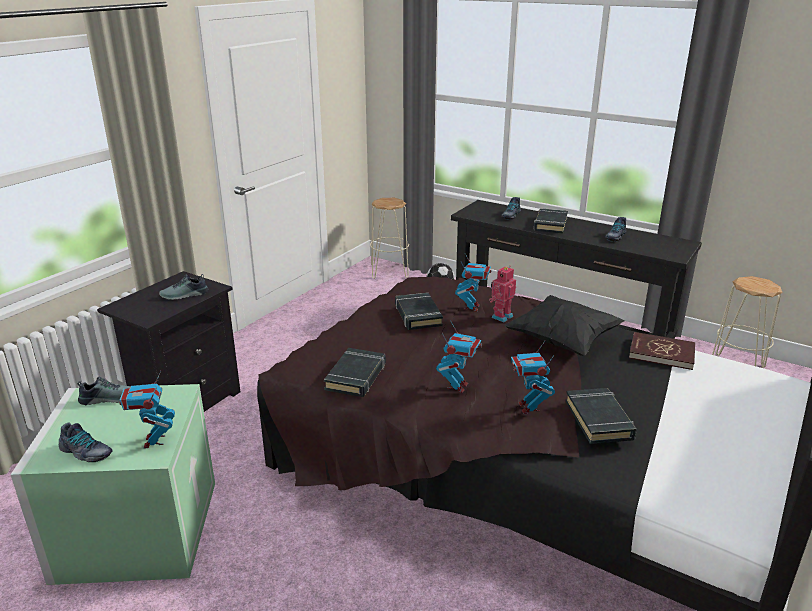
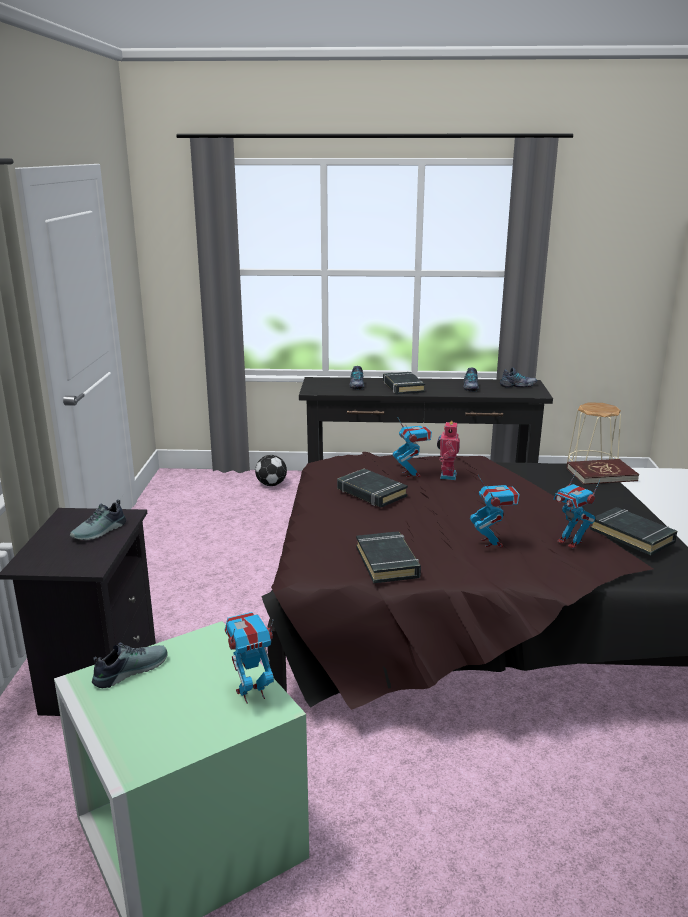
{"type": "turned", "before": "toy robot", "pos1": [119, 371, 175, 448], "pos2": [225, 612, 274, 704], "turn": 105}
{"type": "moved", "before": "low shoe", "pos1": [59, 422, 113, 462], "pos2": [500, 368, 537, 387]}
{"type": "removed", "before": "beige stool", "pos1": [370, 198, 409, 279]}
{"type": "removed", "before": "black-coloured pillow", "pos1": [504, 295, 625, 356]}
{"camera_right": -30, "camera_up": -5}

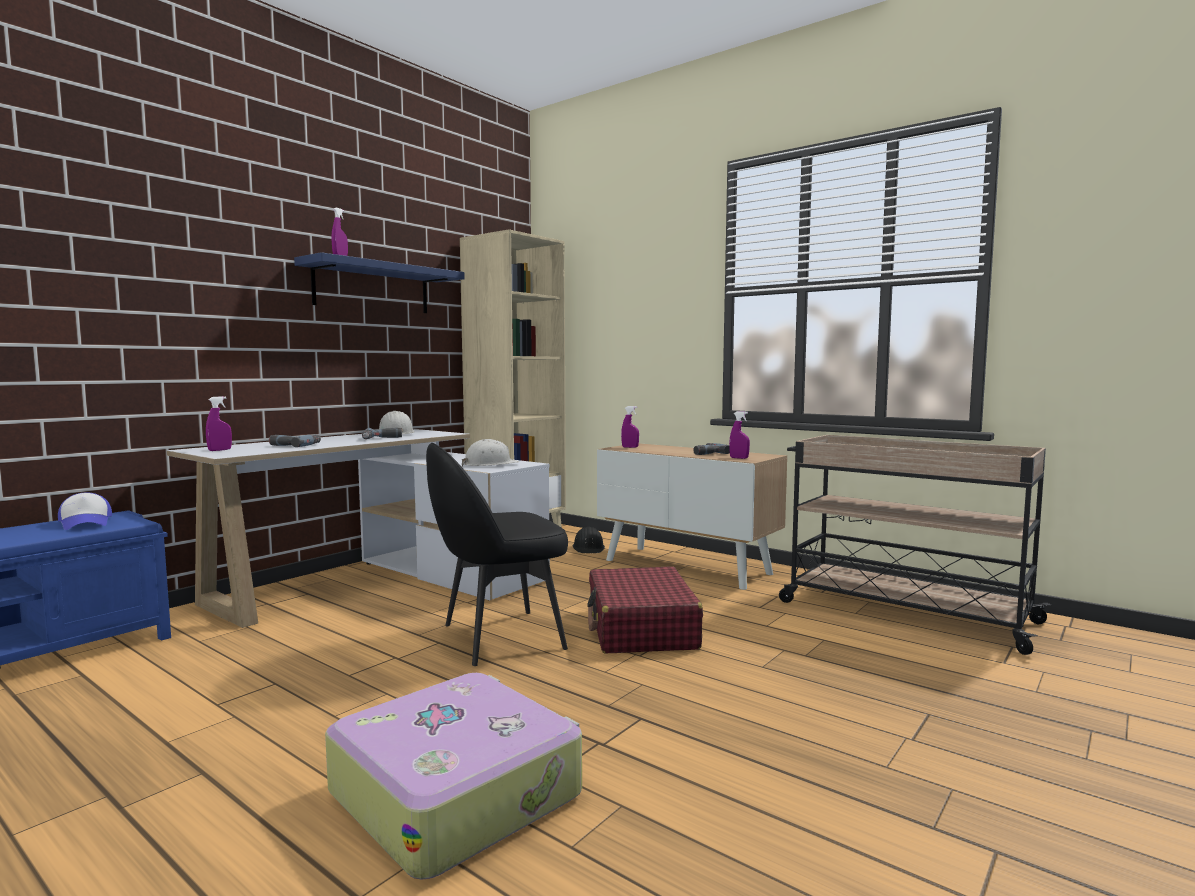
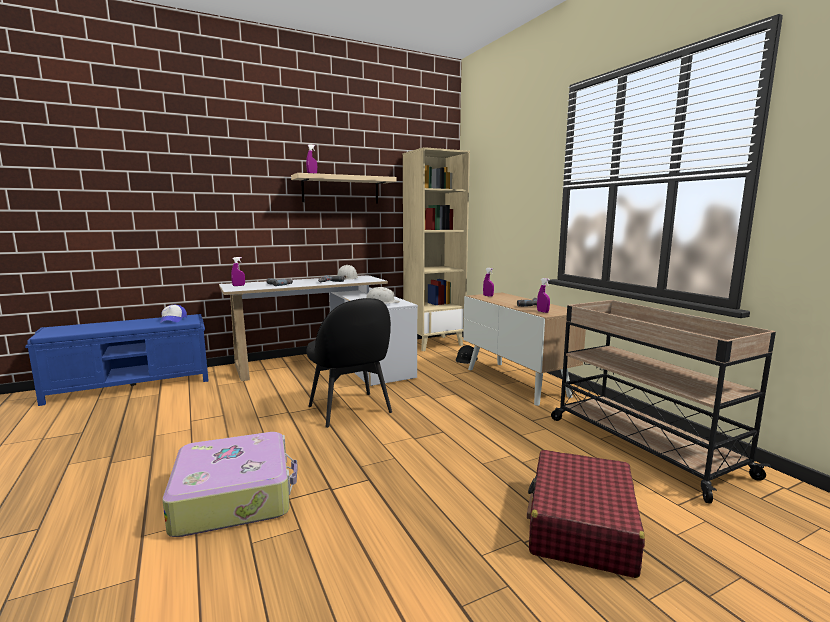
{"type": "recoloured", "before": "bluish shelf", "after": "beige shelf", "pos1": [294, 252, 465, 313], "pos2": [291, 173, 396, 203]}
{"type": "turned", "before": "black-coloured chair", "pos1": [426, 443, 568, 666], "pos2": [306, 298, 392, 428], "turn": -120}
{"type": "moved", "before": "red-coloured suitcase", "pos1": [588, 567, 703, 653], "pos2": [527, 450, 645, 578]}
{"camera_right": 25, "camera_up": 5}

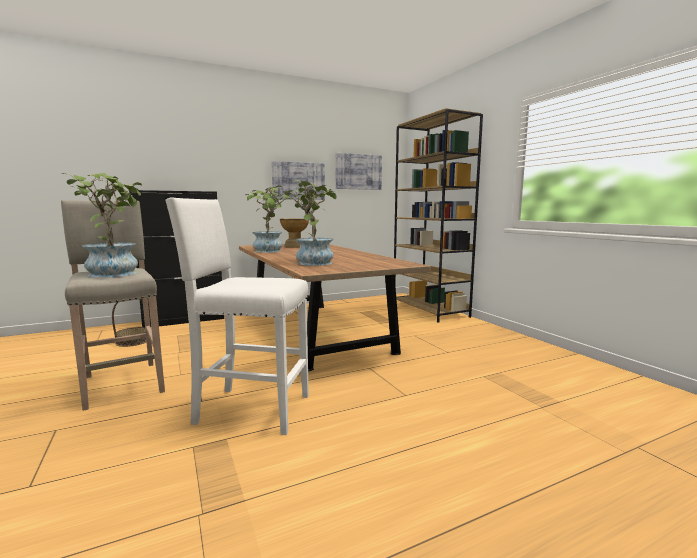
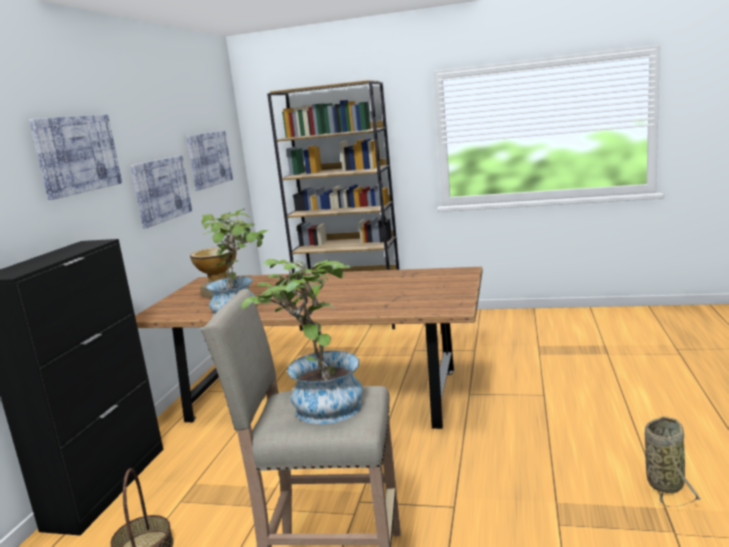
{"type": "added", "after": "wall art", "pos2": [29, 114, 122, 200]}
{"type": "added", "after": "storage basket", "pos2": [645, 416, 701, 507]}
{"type": "removed", "before": "white stool", "pos1": [165, 197, 309, 435]}
{"type": "removed", "before": "potted plant", "pos1": [282, 180, 339, 266]}
{"camera_right": -50, "camera_up": 5}

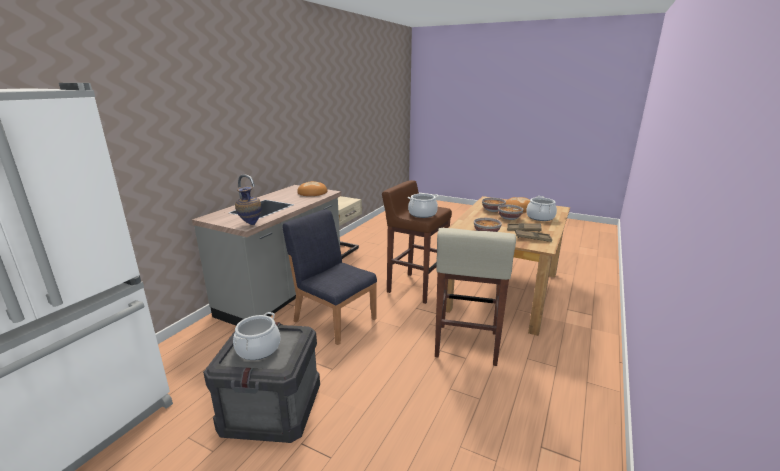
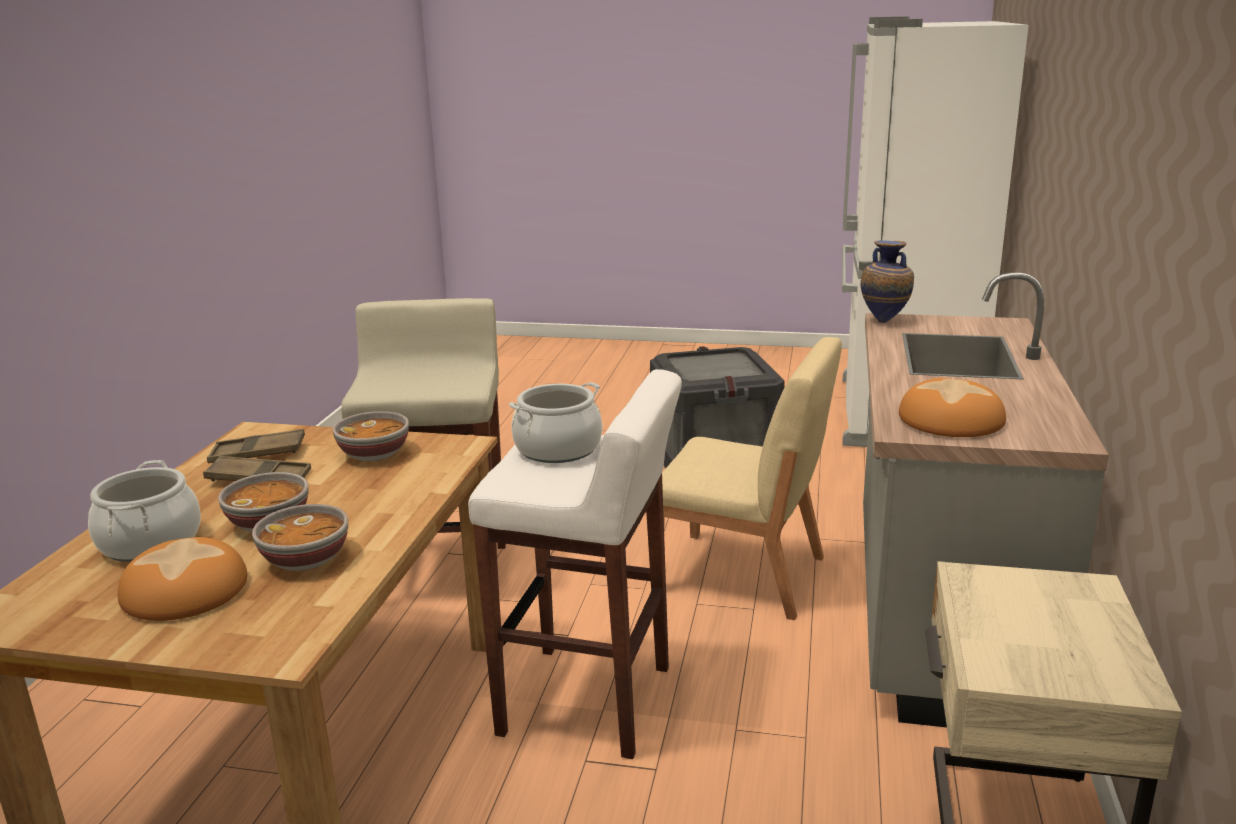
{"type": "recoloured", "before": "brownish stool", "after": "white stool", "pos1": [382, 180, 452, 304], "pos2": [468, 369, 682, 759]}
{"type": "recoloured", "before": "bluish chair", "after": "beige chair", "pos1": [282, 209, 377, 345], "pos2": [662, 337, 842, 620]}
{"type": "removed", "before": "saucepot", "pos1": [233, 312, 280, 360]}
{"camera_right": 165, "camera_up": 0}

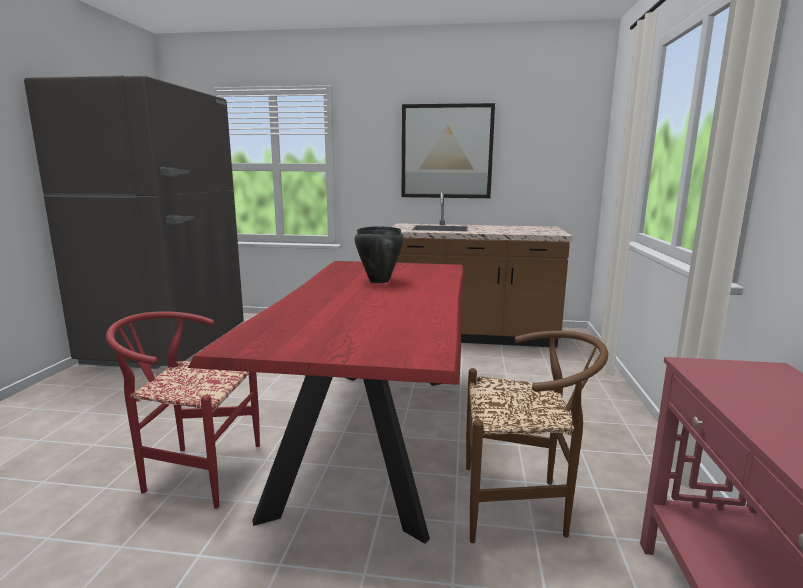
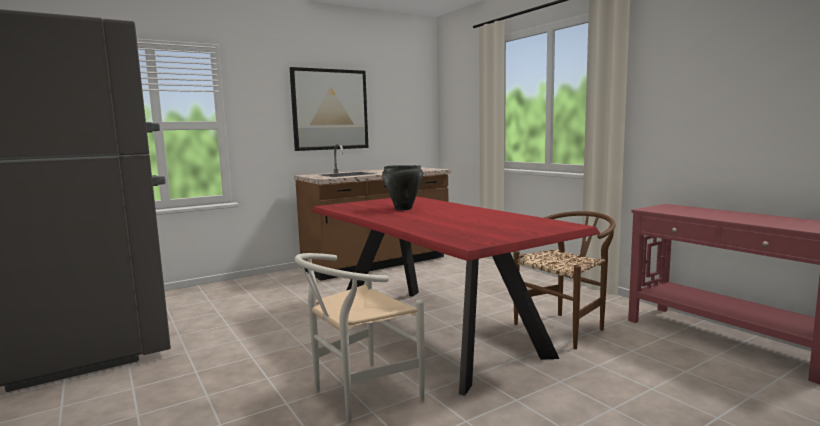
{"type": "recoloured", "before": "red-coloured chair", "after": "white chair", "pos1": [106, 311, 260, 509], "pos2": [295, 253, 425, 422]}
{"camera_right": -40, "camera_up": -5}

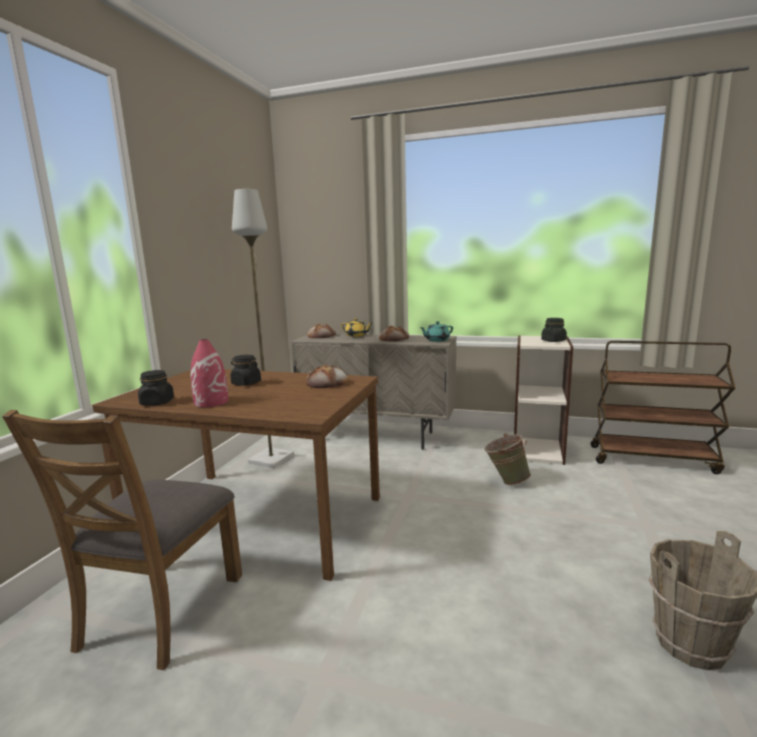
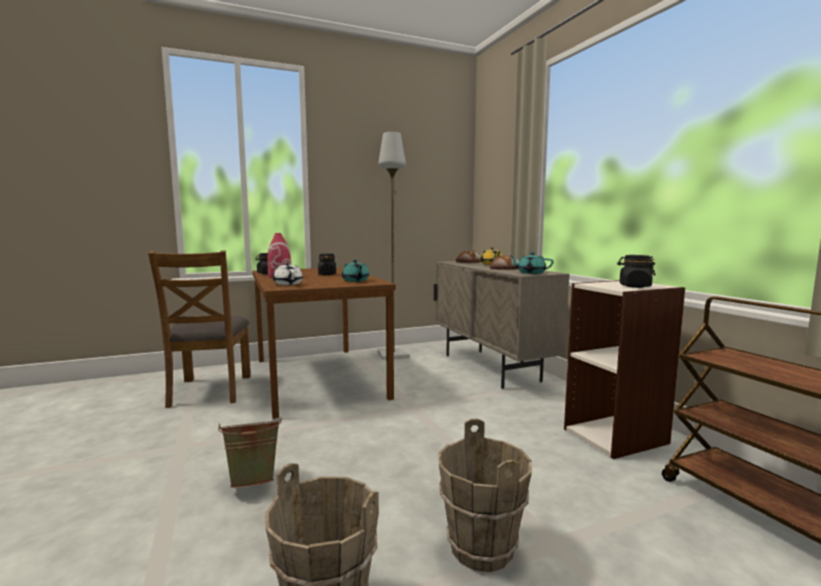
{"type": "turned", "before": "brownish chair", "pos1": [2, 410, 242, 670], "pos2": [148, 250, 251, 408], "turn": -75}
{"type": "moved", "before": "green water bucket", "pos1": [484, 433, 531, 485], "pos2": [218, 416, 282, 488]}
{"type": "added", "after": "white teapot", "pos2": [273, 262, 303, 285]}
{"type": "replaced", "before": "bakery bread", "after": "turquoise-coloured teapot", "pos1": [306, 364, 348, 388], "pos2": [342, 259, 369, 282]}
{"type": "added", "after": "brownish water bucket", "pos2": [438, 419, 532, 572]}
{"camera_right": 50, "camera_up": -5}

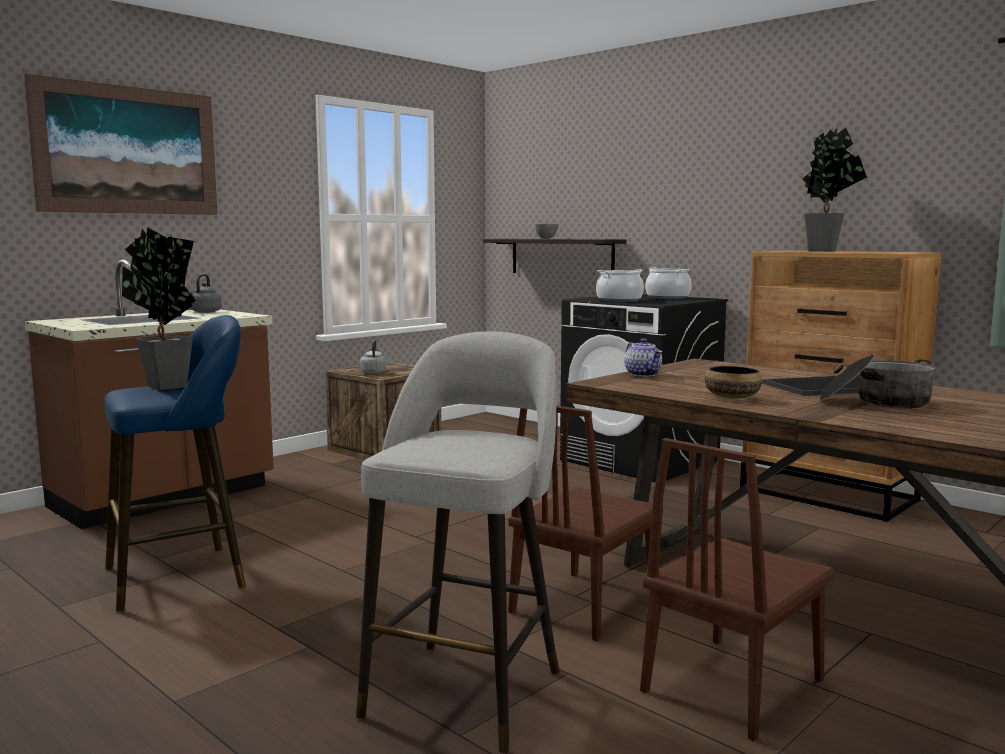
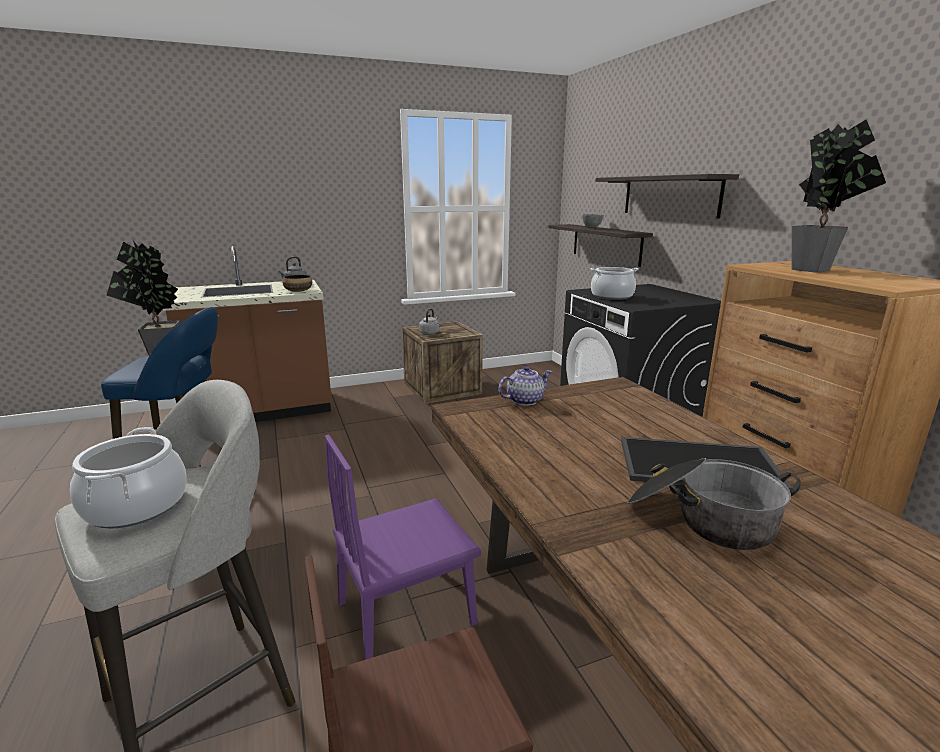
{"type": "moved", "before": "saucepot", "pos1": [645, 267, 691, 299], "pos2": [70, 427, 187, 528]}
{"type": "moved", "before": "bowl", "pos1": [705, 366, 762, 399], "pos2": [282, 275, 312, 292]}
{"type": "recoloured", "before": "brownish chair", "after": "purple-coloured chair", "pos1": [508, 406, 663, 641], "pos2": [325, 434, 481, 660]}
{"type": "turned", "before": "teapot", "pos1": [625, 338, 662, 377], "pos2": [498, 366, 552, 406], "turn": -120}
{"type": "added", "after": "shelf", "pos2": [596, 174, 739, 219]}
{"type": "removed", "before": "wall art", "pos1": [24, 74, 218, 215]}
{"camera_right": 25, "camera_up": 10}

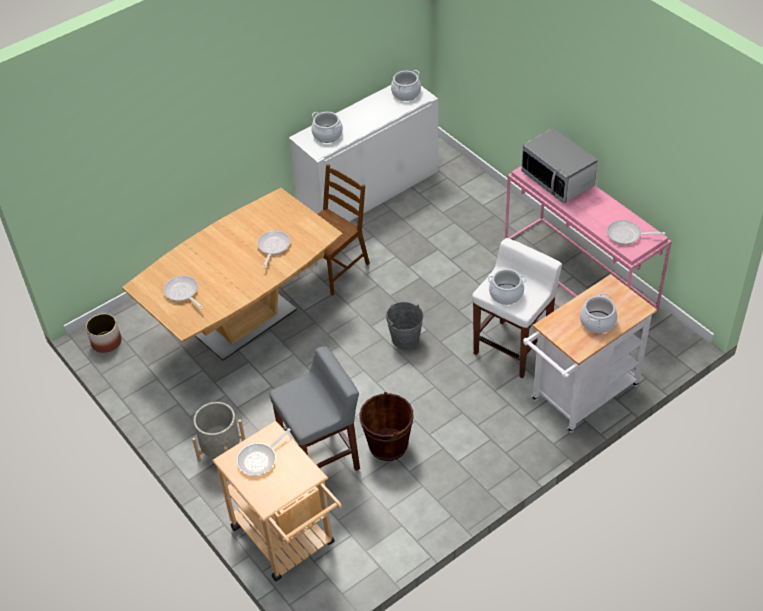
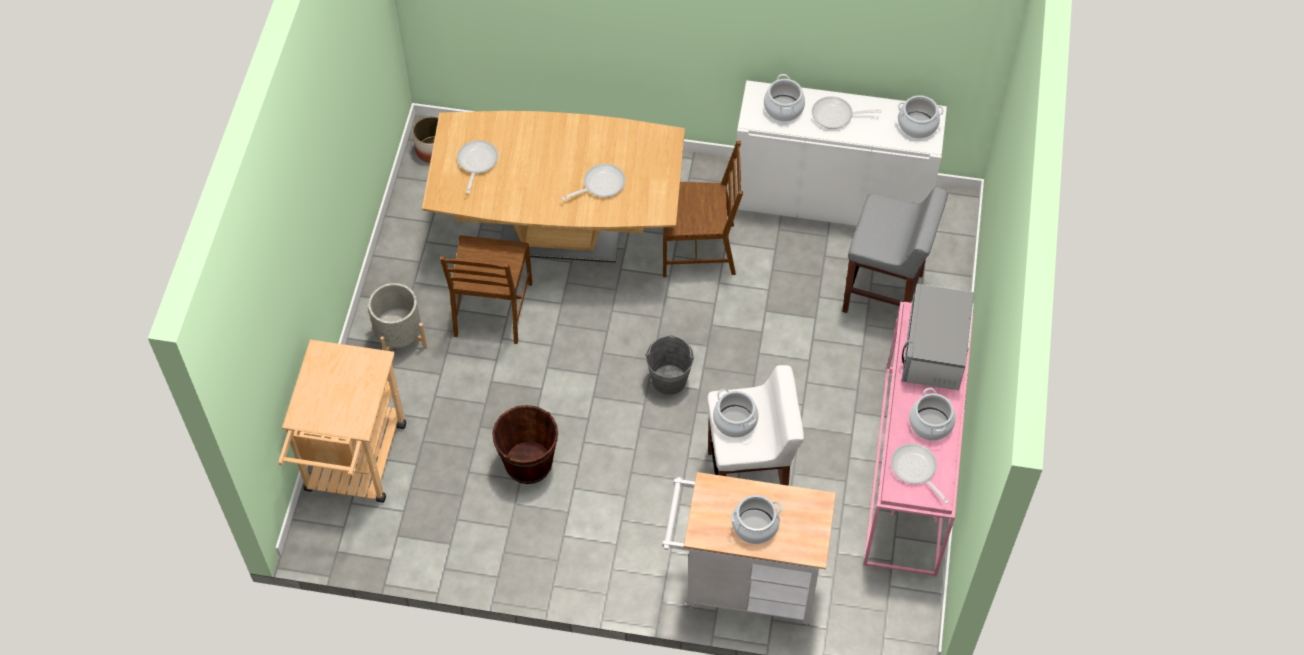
{"type": "added", "after": "brownish chair", "pos2": [440, 235, 532, 344]}
{"type": "moved", "before": "skillet", "pos1": [237, 428, 291, 476], "pos2": [812, 96, 881, 129]}
{"type": "moved", "before": "gray stool", "pos1": [269, 346, 360, 471], "pos2": [842, 187, 948, 313]}
{"type": "added", "after": "saucepot", "pos2": [909, 388, 956, 441]}
{"camera_right": 45, "camera_up": 10}

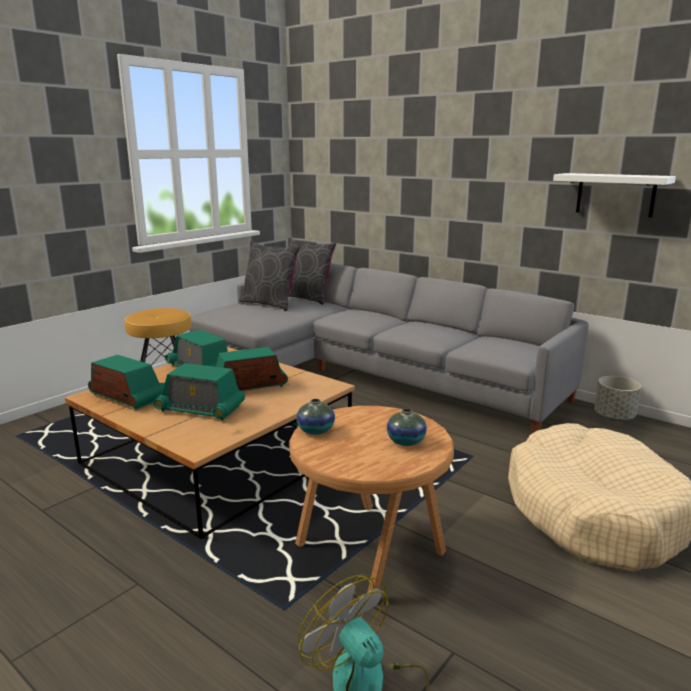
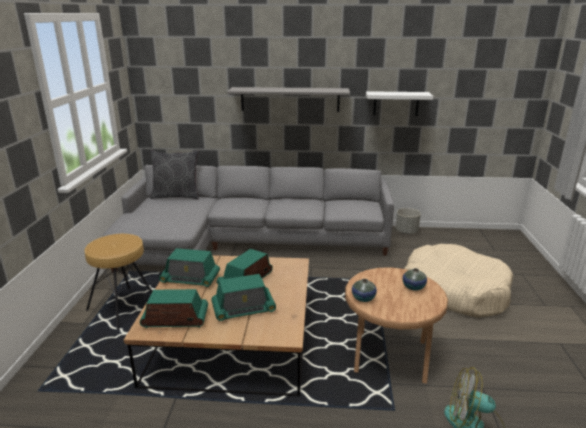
{"type": "added", "after": "gray shelf", "pos2": [227, 87, 350, 112]}
{"type": "removed", "before": "gray pillow", "pos1": [239, 241, 300, 311]}
{"camera_right": -35, "camera_up": 5}

